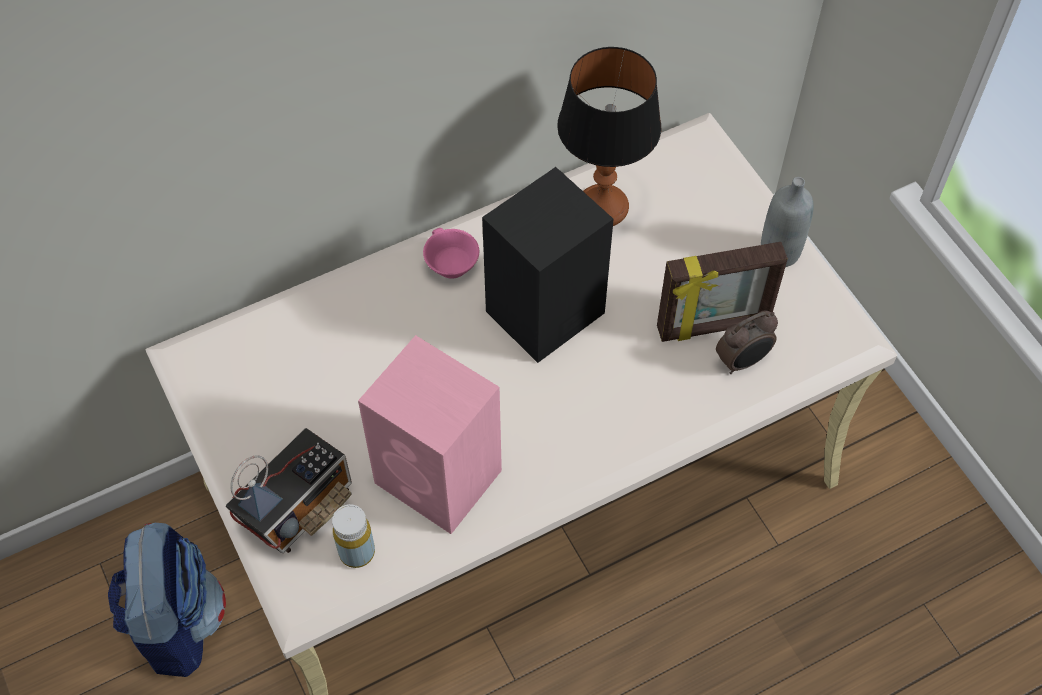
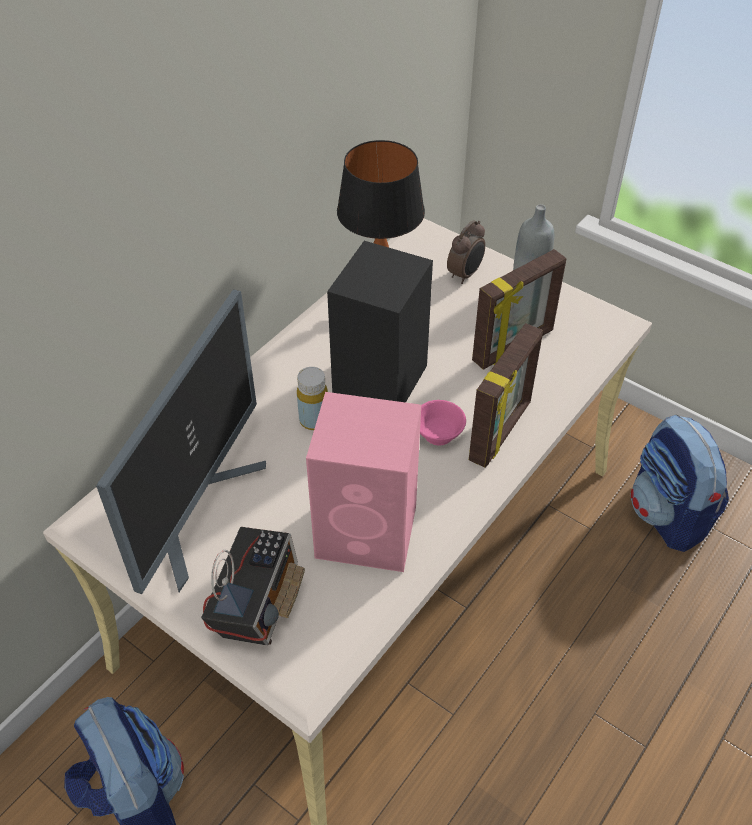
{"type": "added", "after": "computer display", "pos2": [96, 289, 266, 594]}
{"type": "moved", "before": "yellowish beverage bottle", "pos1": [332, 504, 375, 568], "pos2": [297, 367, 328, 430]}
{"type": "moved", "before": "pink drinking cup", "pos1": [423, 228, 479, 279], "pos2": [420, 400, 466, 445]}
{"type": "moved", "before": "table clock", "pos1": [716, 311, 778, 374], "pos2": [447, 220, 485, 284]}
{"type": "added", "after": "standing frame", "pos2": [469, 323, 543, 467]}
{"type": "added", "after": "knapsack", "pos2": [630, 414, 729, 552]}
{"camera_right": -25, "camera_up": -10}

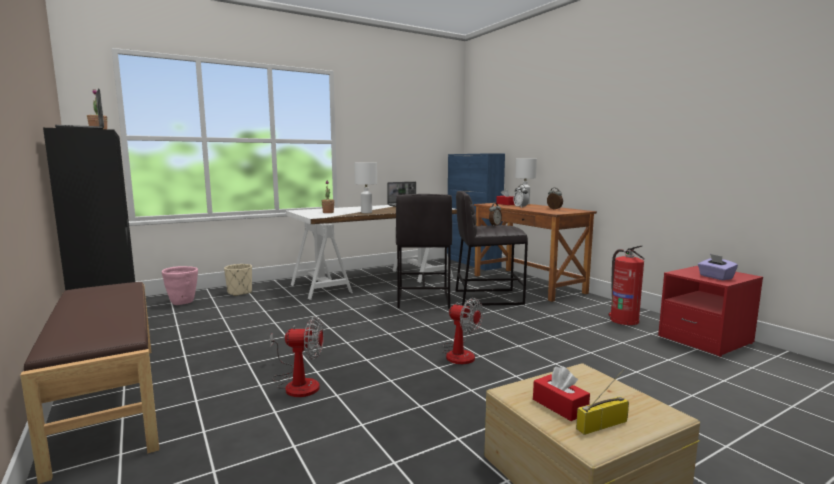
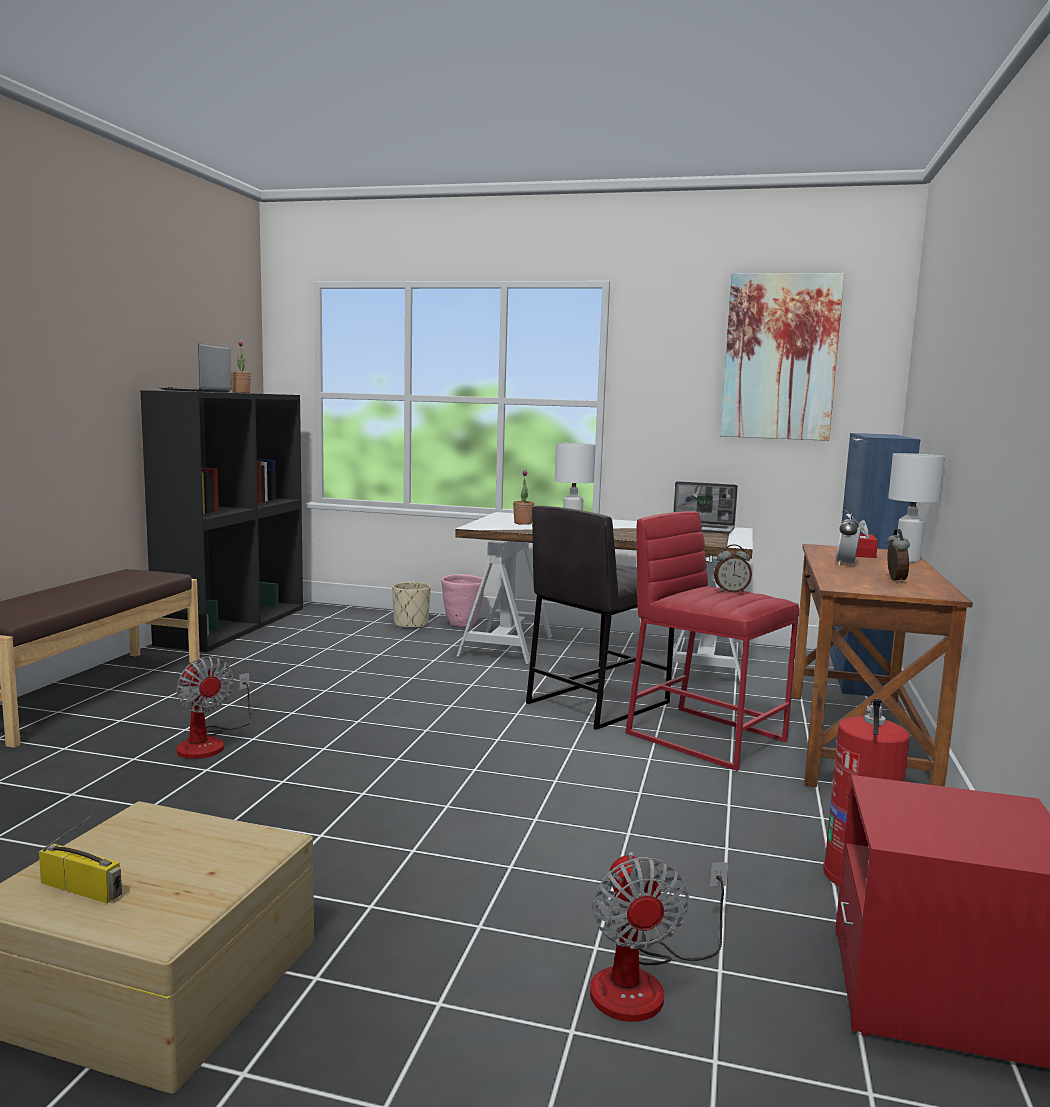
{"type": "moved", "before": "pink plant pot", "pos1": [162, 266, 198, 305], "pos2": [441, 574, 484, 627]}
{"type": "moved", "before": "fan", "pos1": [442, 298, 483, 364], "pos2": [590, 852, 728, 1022]}
{"type": "recoloured", "before": "gray stool", "after": "red-coloured stool", "pos1": [455, 191, 528, 306], "pos2": [625, 511, 799, 771]}
{"type": "added", "after": "wall art", "pos2": [720, 273, 845, 441]}
{"type": "removed", "before": "red-coloured box of tissues", "pos1": [533, 366, 590, 421]}
{"type": "removed", "before": "purple-coloured box of tissues", "pos1": [698, 254, 738, 280]}
{"camera_right": 45, "camera_up": 0}

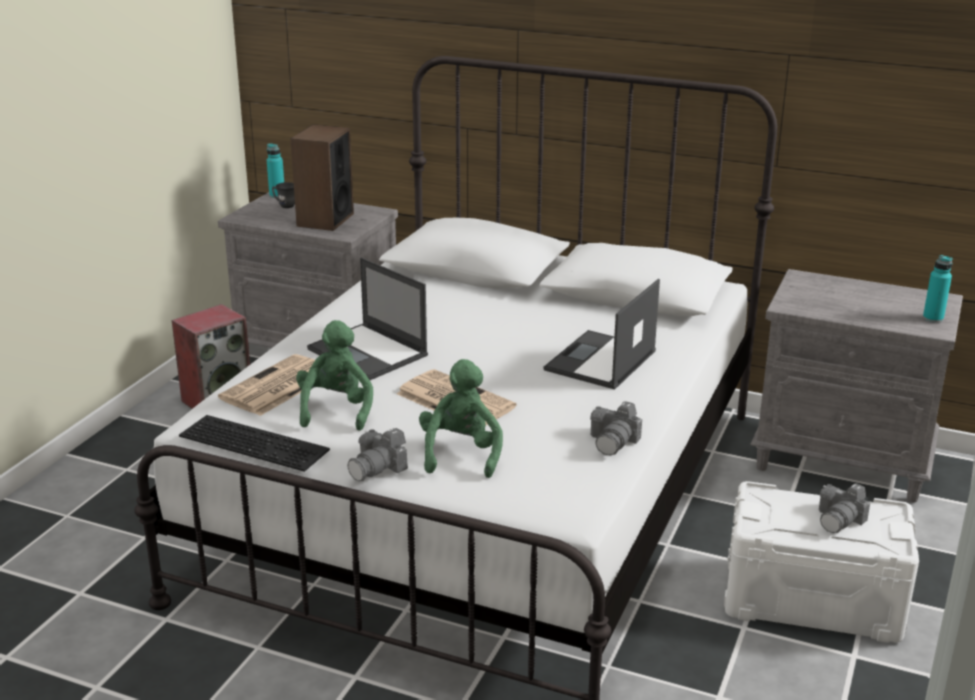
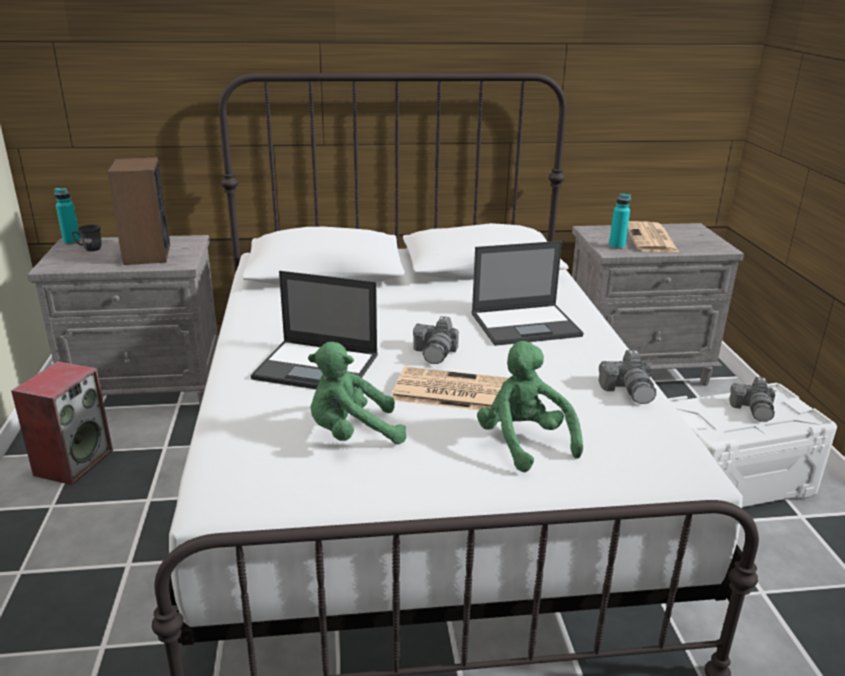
{"type": "turned", "before": "green soft toy", "pos1": [296, 320, 373, 431], "pos2": [308, 342, 406, 444], "turn": -75}
{"type": "moved", "before": "still camera", "pos1": [347, 428, 408, 481], "pos2": [413, 316, 459, 364]}
{"type": "turned", "before": "laptop", "pos1": [544, 279, 660, 390], "pos2": [471, 241, 583, 346], "turn": -105}
{"type": "moved", "before": "turquoise-coloured beverage bottle", "pos1": [923, 255, 953, 323], "pos2": [609, 193, 631, 249]}
{"type": "moved", "before": "newspaper", "pos1": [218, 354, 315, 416], "pos2": [628, 221, 679, 252]}
{"type": "removed", "before": "keyboard", "pos1": [179, 415, 330, 472]}
{"camera_right": -30, "camera_up": 0}

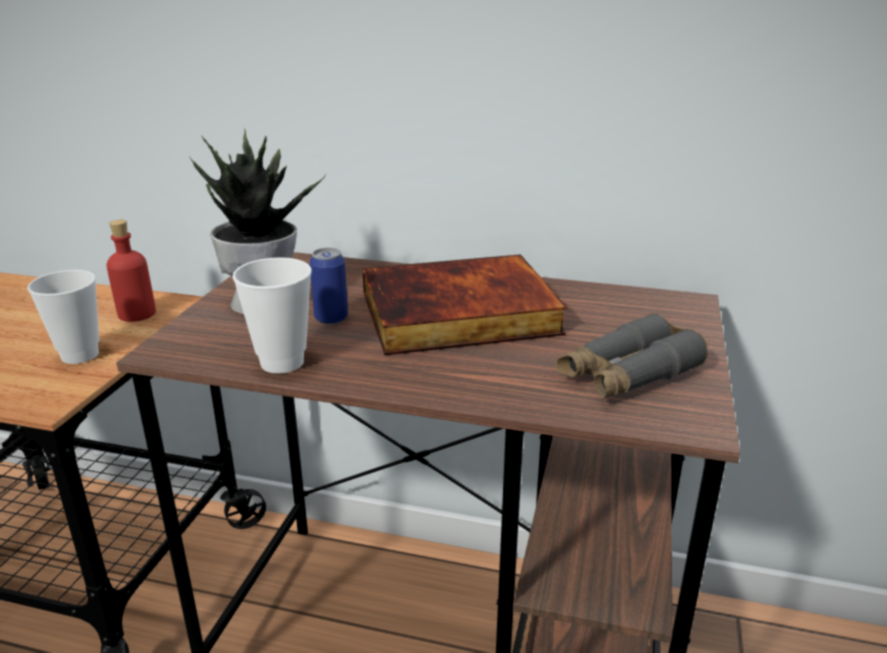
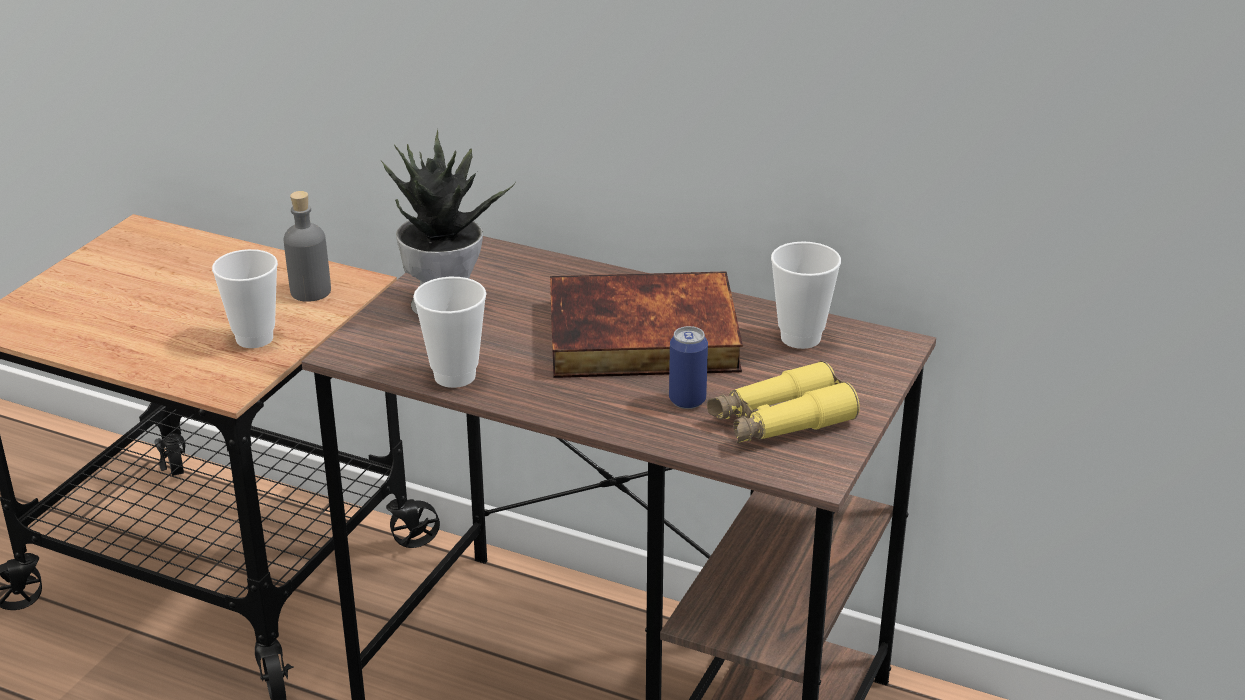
{"type": "recoloured", "before": "red-coloured beverage bottle", "after": "gray beverage bottle", "pos1": [107, 219, 156, 322], "pos2": [284, 191, 331, 302]}
{"type": "moved", "before": "sealed can", "pos1": [310, 248, 348, 325], "pos2": [669, 326, 708, 409]}
{"type": "recoloured", "before": "gray binoculars", "after": "yellowish binoculars", "pos1": [556, 313, 708, 399], "pos2": [707, 361, 860, 443]}
{"type": "added", "after": "drinking cup", "pos2": [771, 241, 841, 349]}
{"camera_right": 10, "camera_up": 5}

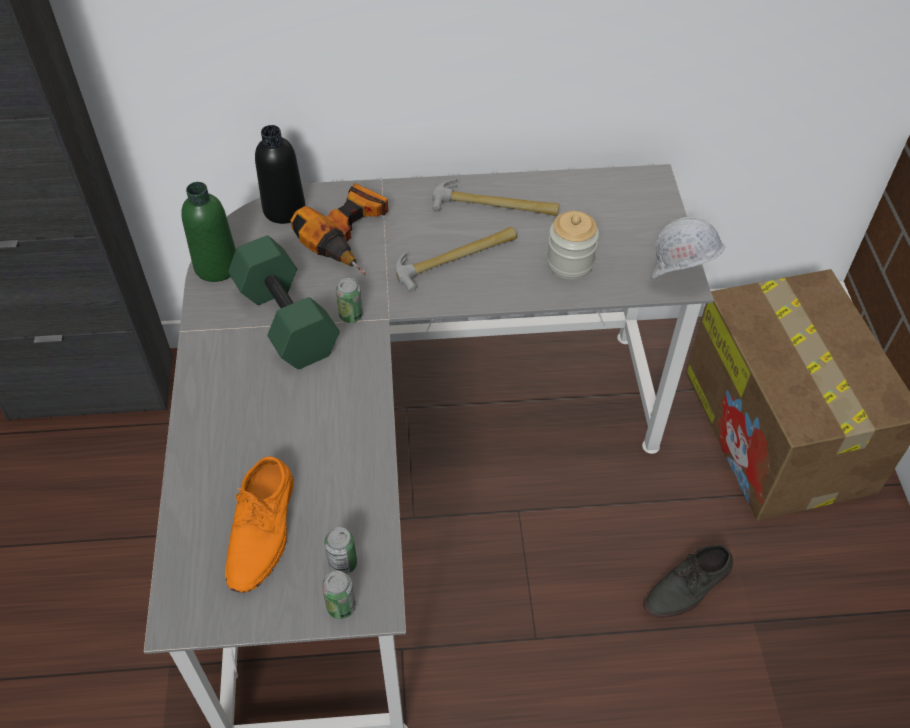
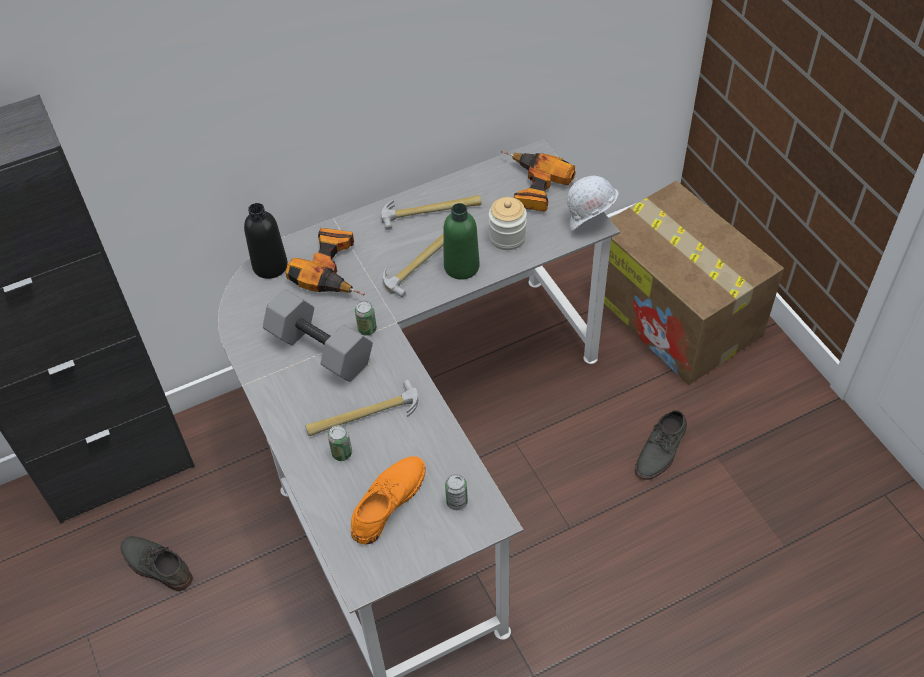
{"type": "added", "after": "gray low shoe", "pos2": [120, 536, 193, 591]}
{"type": "recoloured", "before": "green hand weight", "after": "gray hand weight", "pos1": [228, 235, 340, 369], "pos2": [263, 289, 373, 382]}
{"type": "added", "after": "hand hammer", "pos2": [305, 380, 418, 436]}
{"type": "moved", "before": "sealed can", "pos1": [322, 571, 356, 619], "pos2": [328, 425, 352, 461]}
{"type": "turned", "before": "orangey low shoe", "pos1": [225, 456, 294, 593], "pos2": [351, 456, 426, 545], "turn": -135}
{"type": "moved", "before": "green beverage bottle", "pos1": [181, 182, 236, 282], "pos2": [443, 203, 480, 280]}
{"type": "added", "after": "drill", "pos2": [501, 151, 575, 212]}
{"camera_right": -20, "camera_up": 0}

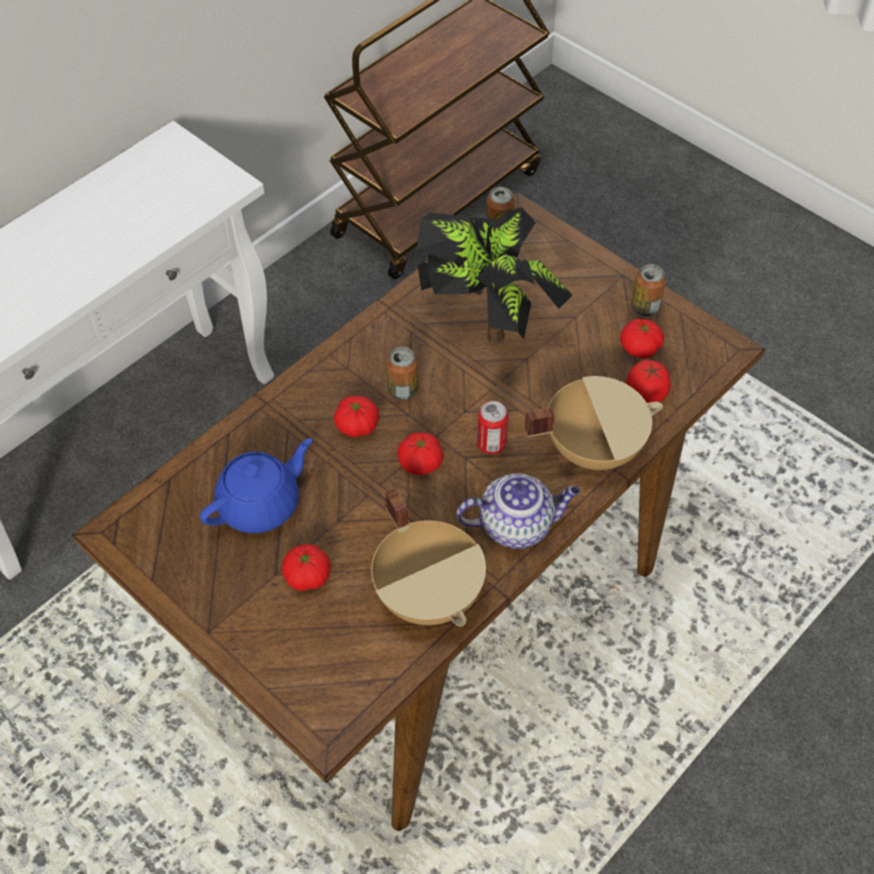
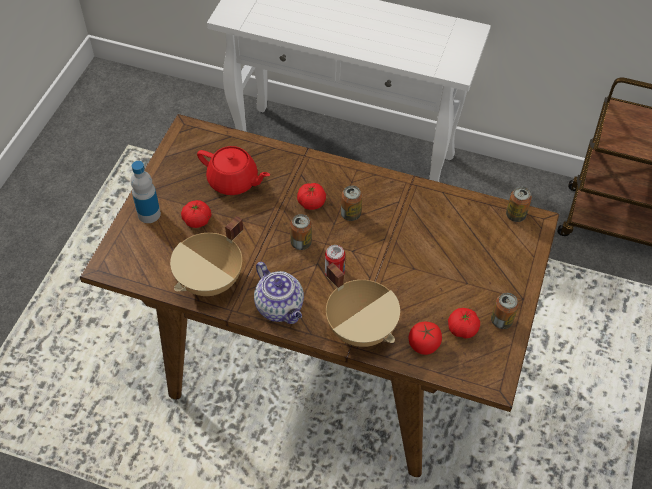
{"type": "added", "after": "beverage bottle", "pos2": [131, 161, 161, 223]}
{"type": "recoloured", "before": "bluish teapot", "after": "red-coloured teapot", "pos1": [200, 438, 313, 533], "pos2": [197, 146, 270, 195]}
{"type": "replaced", "before": "tomato", "after": "sealed can", "pos1": [397, 432, 444, 475], "pos2": [290, 214, 312, 250]}
{"type": "removed", "before": "potted plant", "pos1": [417, 207, 573, 344]}
{"camera_right": 65, "camera_up": 0}

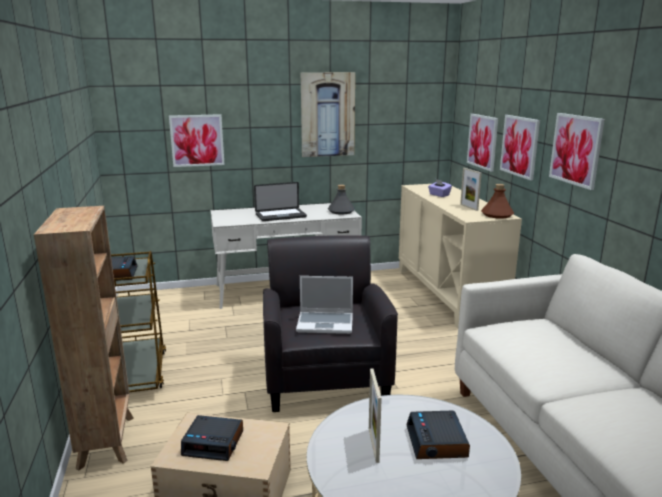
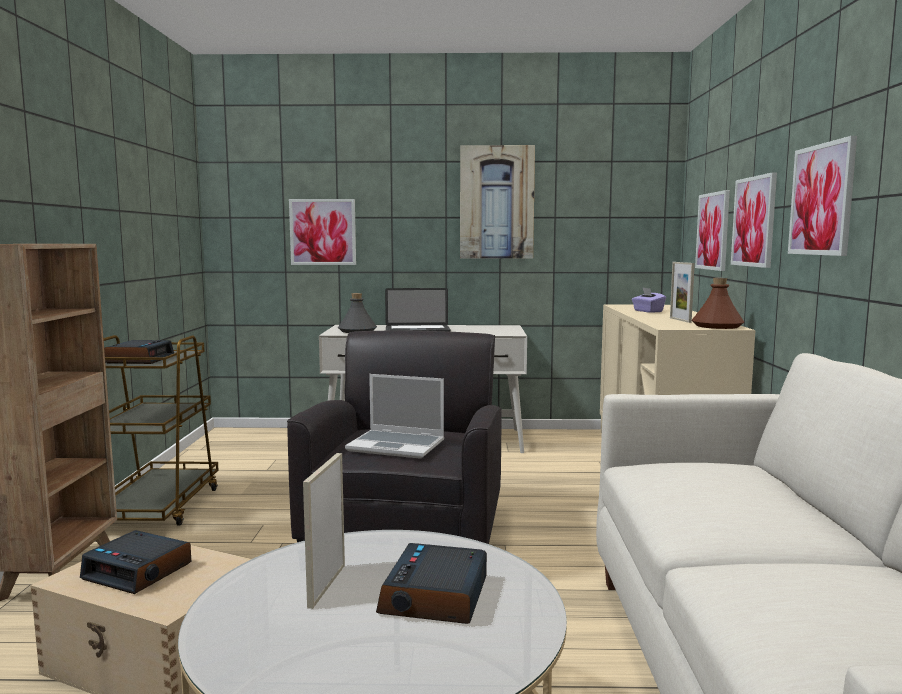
{"type": "moved", "before": "gray beverage bottle", "pos1": [328, 185, 355, 214], "pos2": [338, 293, 377, 333]}
{"camera_right": 15, "camera_up": -10}

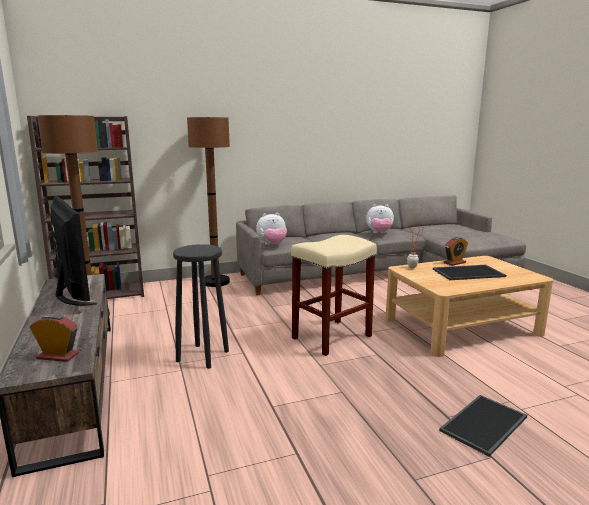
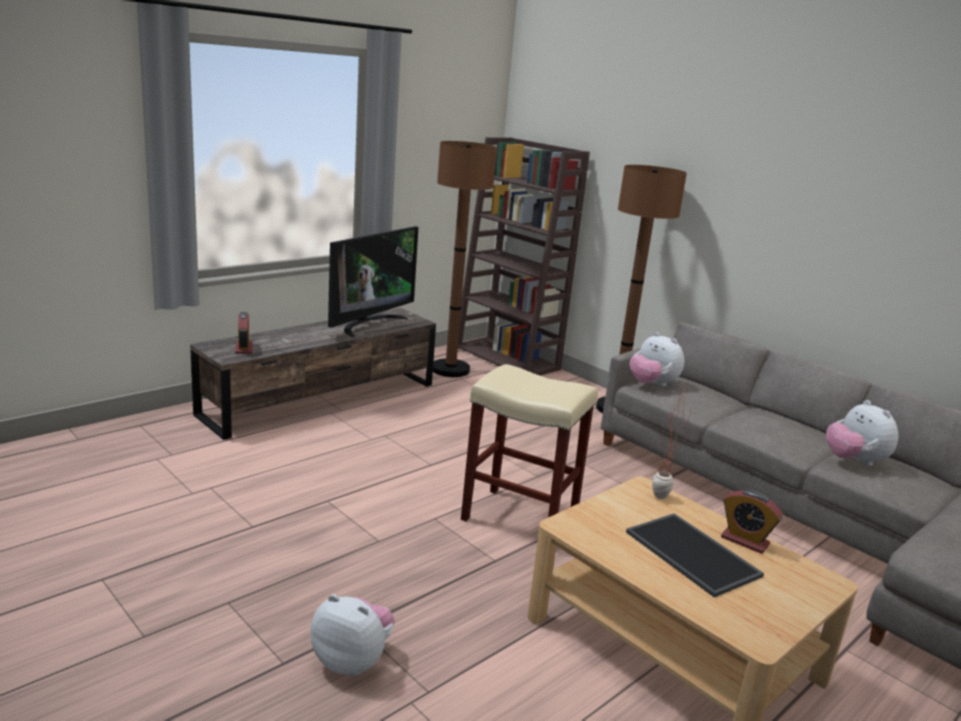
{"type": "replaced", "before": "serving tray", "after": "soft toy", "pos1": [439, 395, 527, 457], "pos2": [311, 594, 395, 676]}
{"type": "removed", "before": "black-coloured stool", "pos1": [173, 244, 229, 369]}
{"camera_right": 65, "camera_up": 5}

